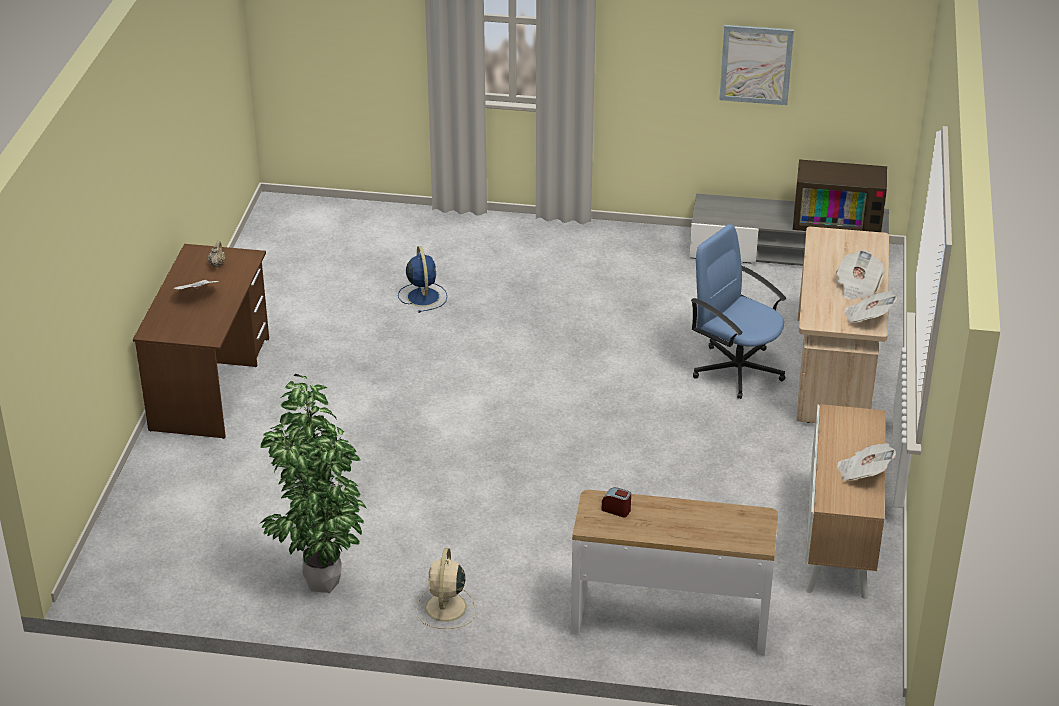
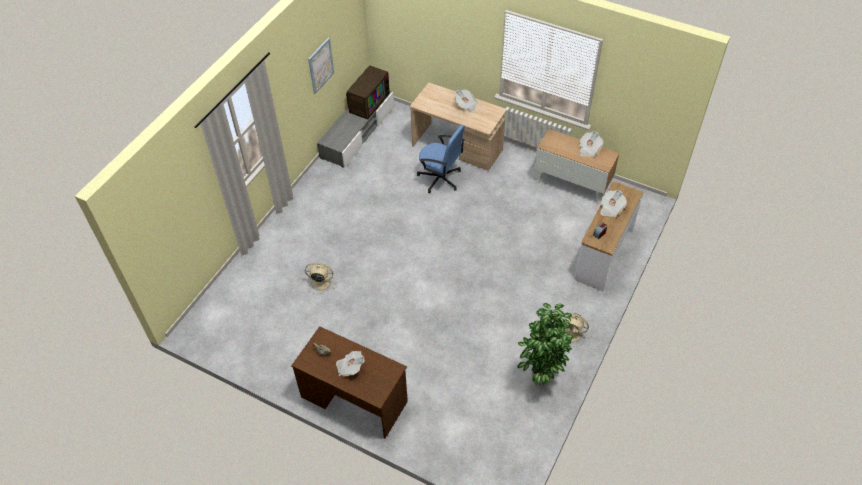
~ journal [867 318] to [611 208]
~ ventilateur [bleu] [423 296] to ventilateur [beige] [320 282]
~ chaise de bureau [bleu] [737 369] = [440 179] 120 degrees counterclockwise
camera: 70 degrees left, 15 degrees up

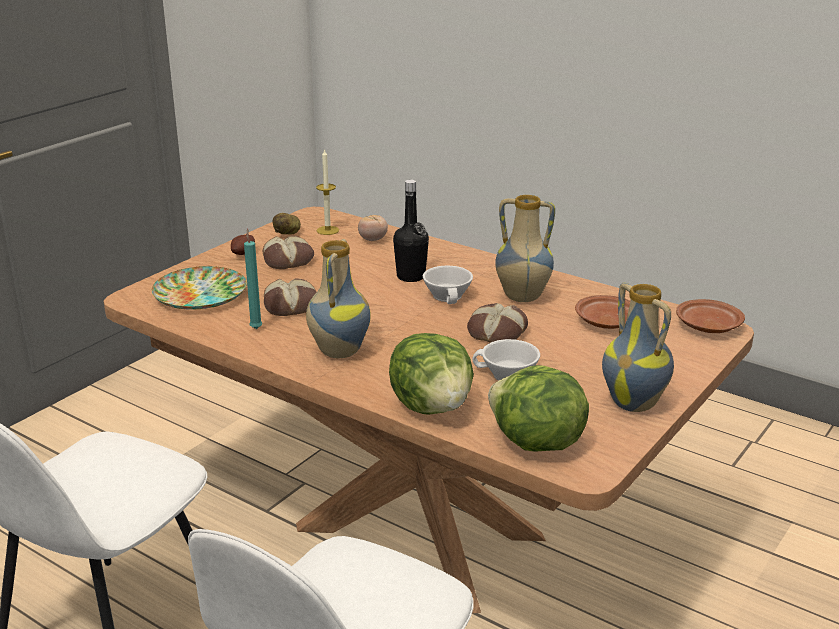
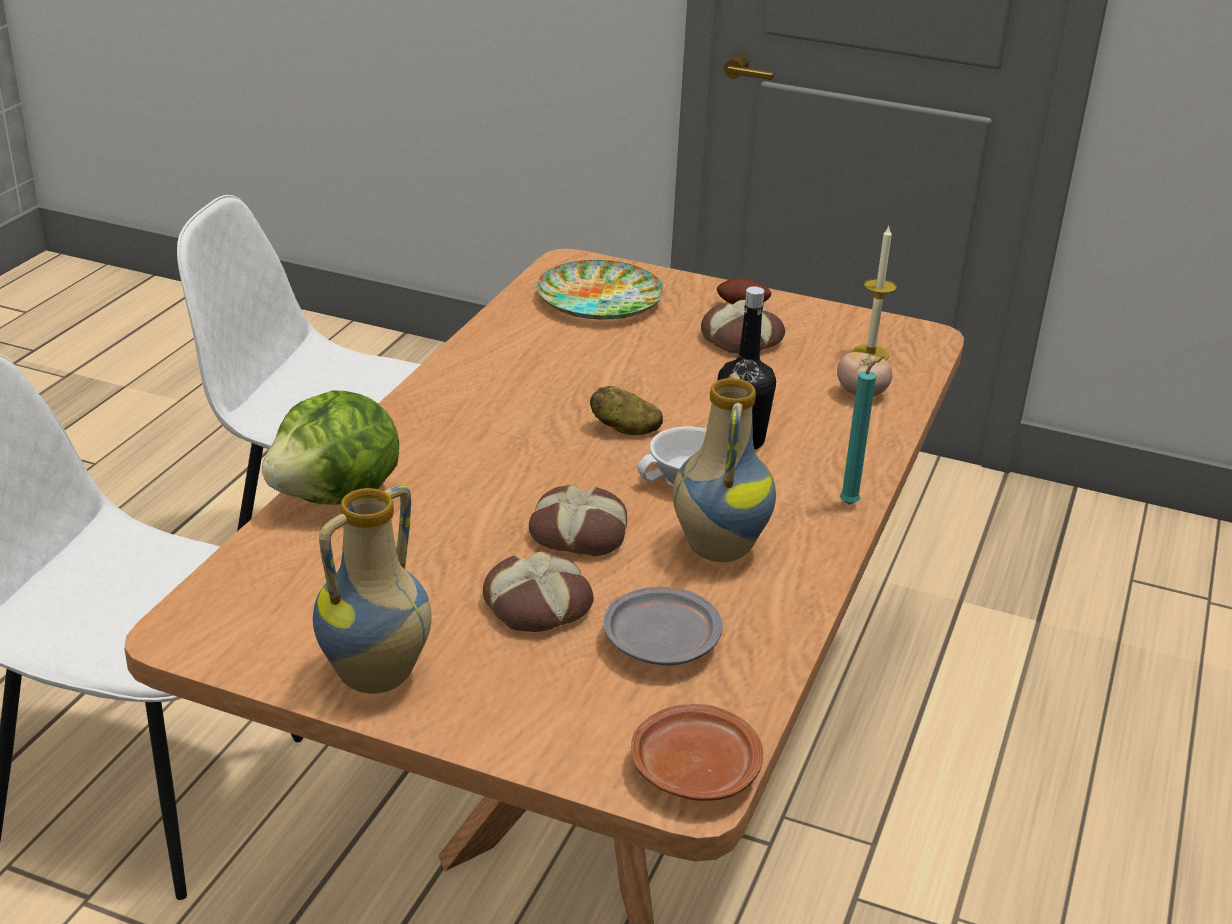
- vase [338 351]
- tasse [blanc] [507 375]
- laitue [535 443]
~ bougie [turquoise] [256 328] to [852 503]
~ pain [291 305] to [538 606]
~ pomme de terre [288 233] to [625 429]
~ assiette [marron] [606 322] to assiette [gris] [661 642]
camera: 75 degrees right, 5 degrees up

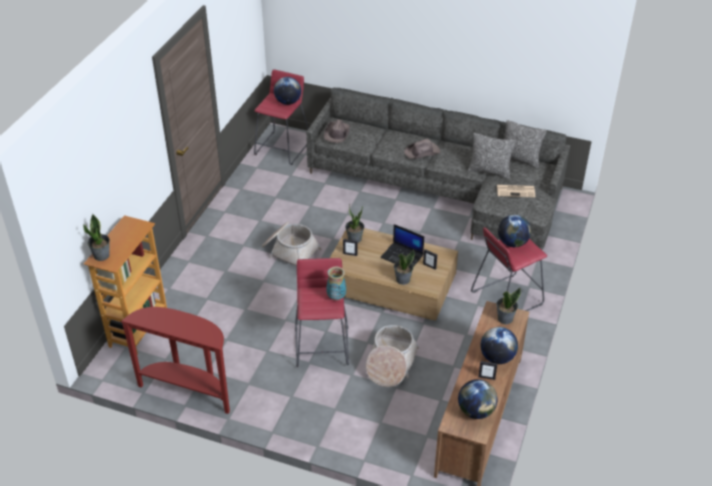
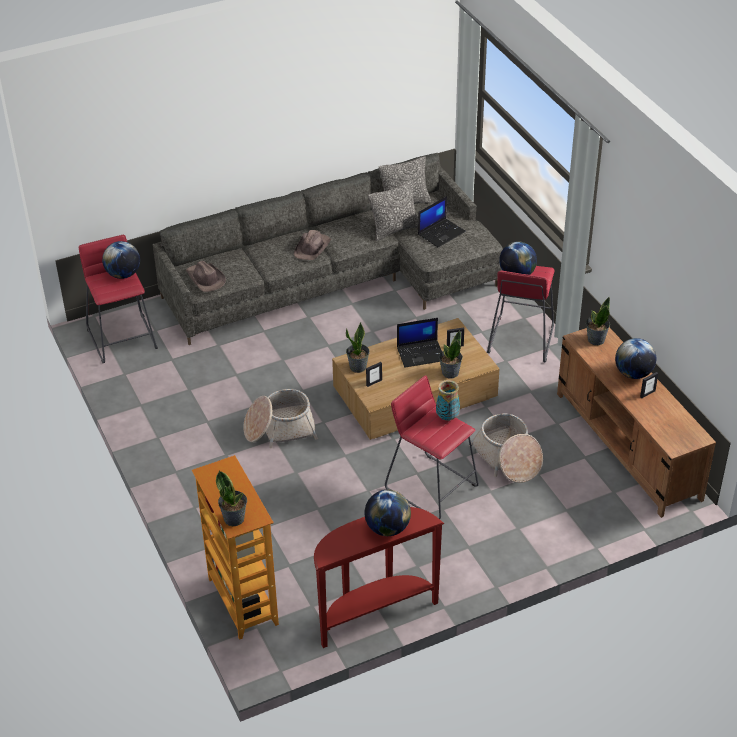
~ globe [476 411] to [387 528]
~ journal [516 191] to ordinateur portable [441 233]
camera: 45 degrees left, 0 degrees up

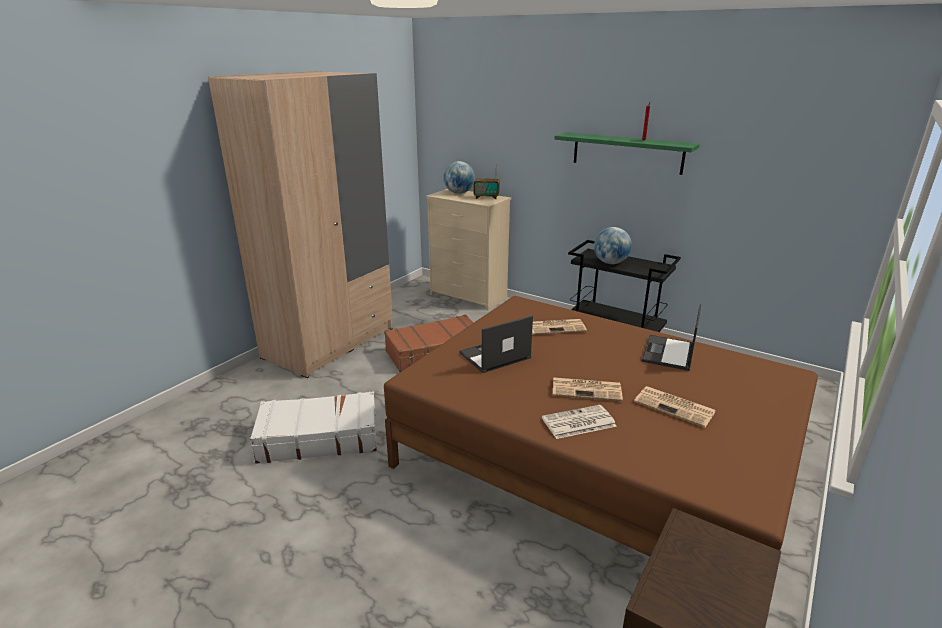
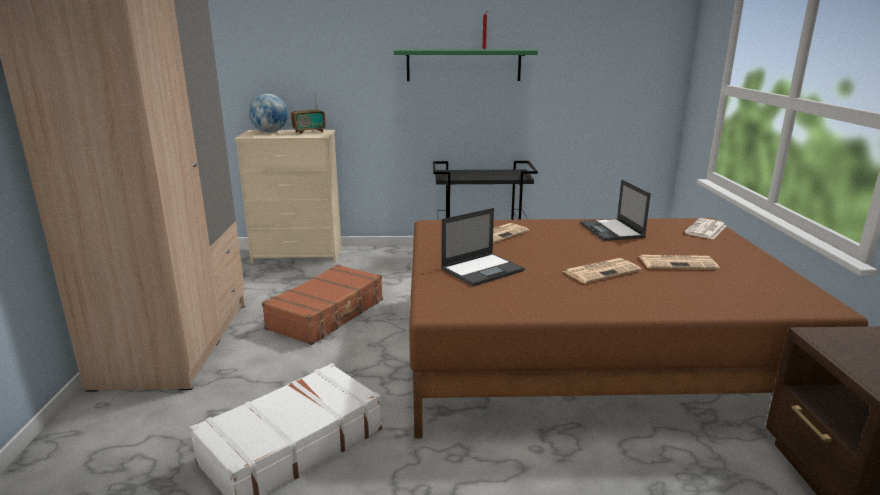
- globe [610 263]
~ journal [578 423] to [706 230]
~ ordinateur portable [494 356] = [483 269] 150 degrees counterclockwise
camera: 35 degrees left, 5 degrees down

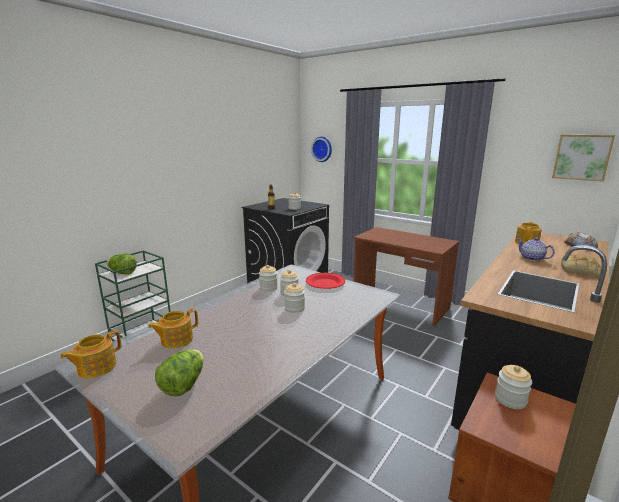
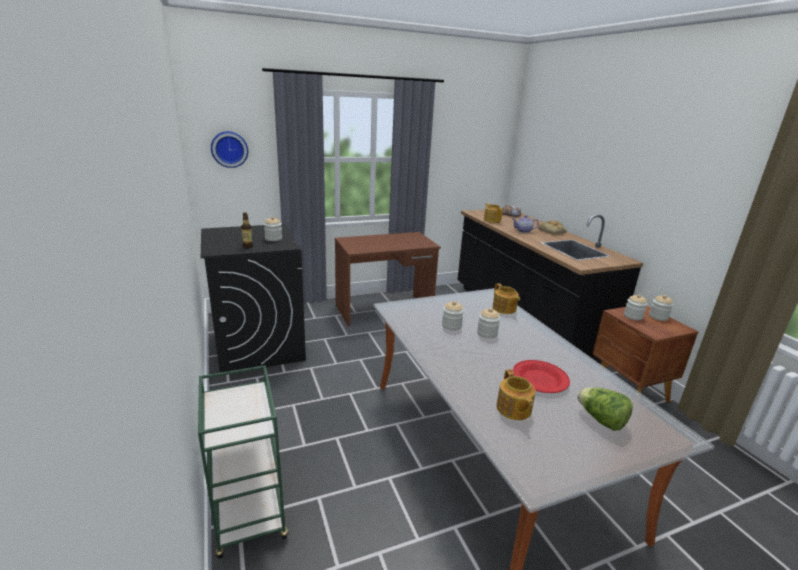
- laitue [122 273]
- tableau [582 157]
~ théière [96 367] to [504 309]
~ bocal [268 288] to [658 317]
~ assiette [rouge] [325 283] to [539 379]
camera: 60 degrees left, 5 degrees up

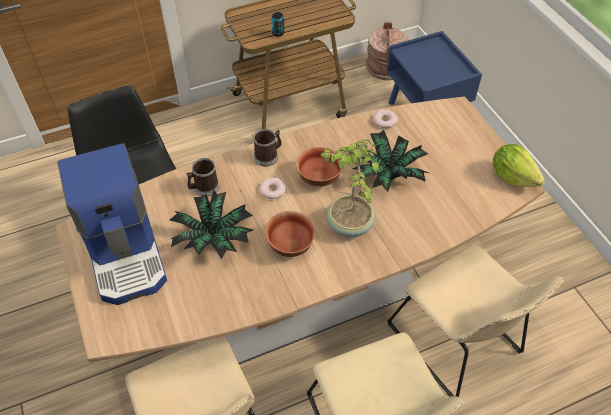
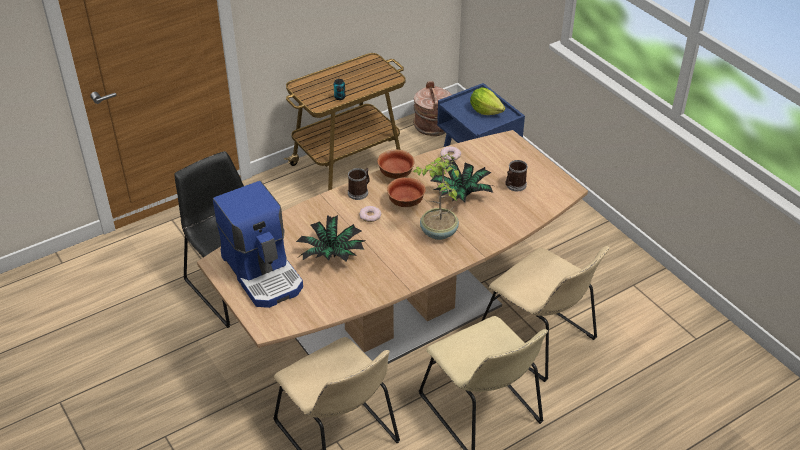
~ mug [204 188] to [514 185]
~ bol [291 245] to [396 174]
~ laitue [512 176] to [485 111]
camera: 10 degrees left, 10 degrees down

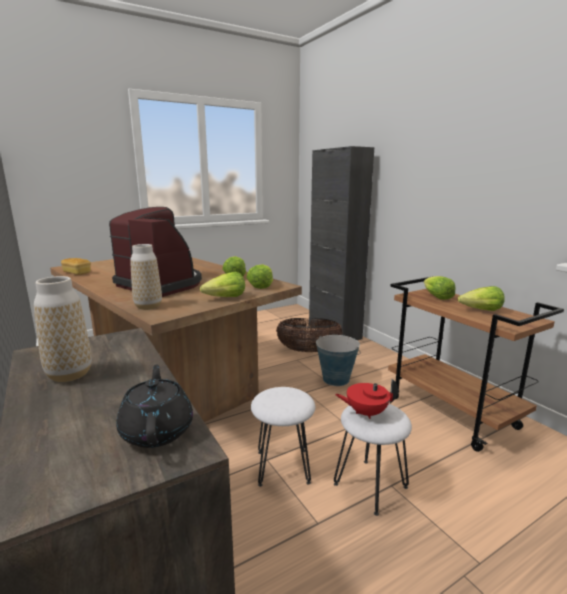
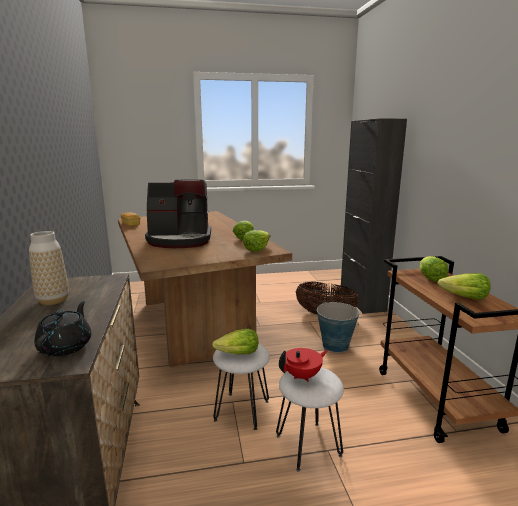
- vase [148 306]
~ laitue [226 298] to [238 354]
~ machine à café [161 284] = [180 240] 120 degrees clockwise
~ théière [rouge] [366 413] = [303 376] 135 degrees clockwise
camera: 20 degrees right, 0 degrees up

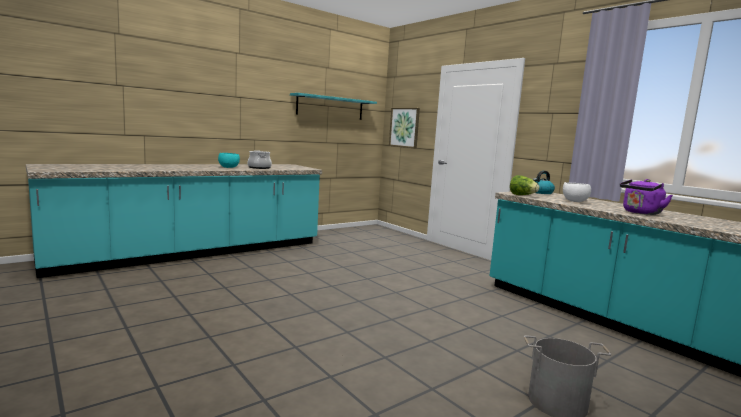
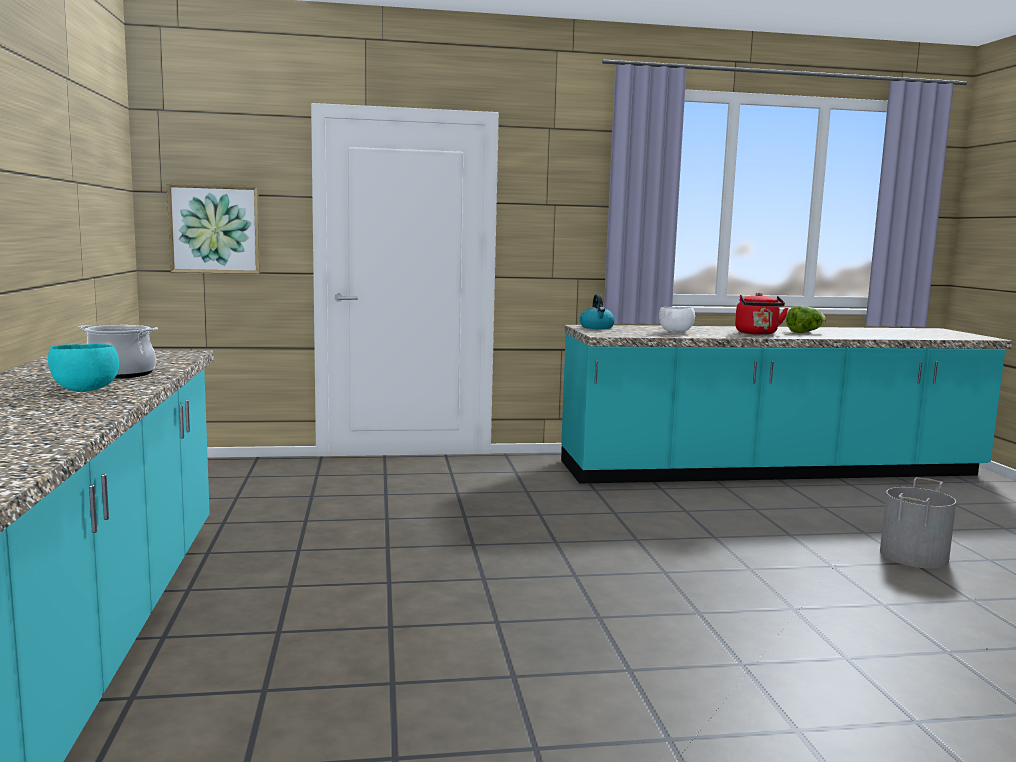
- étagère [turquoise] [330 107]
~ laitue [522 195] to [804 332]
~ bouilloire [violet] [640 213] to bouilloire [rouge] [757 333]
camera: 60 degrees left, 0 degrees up

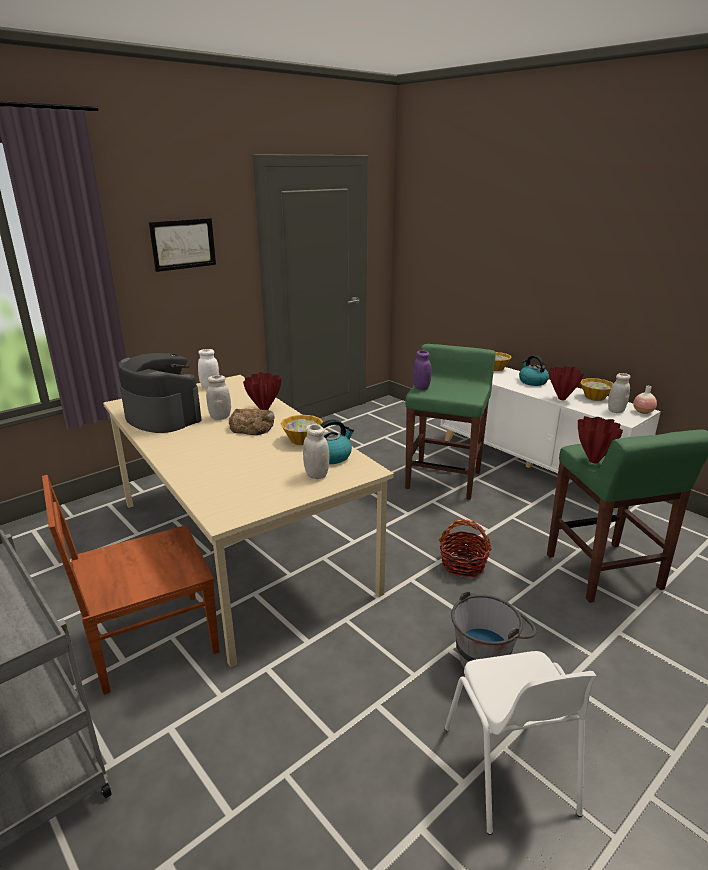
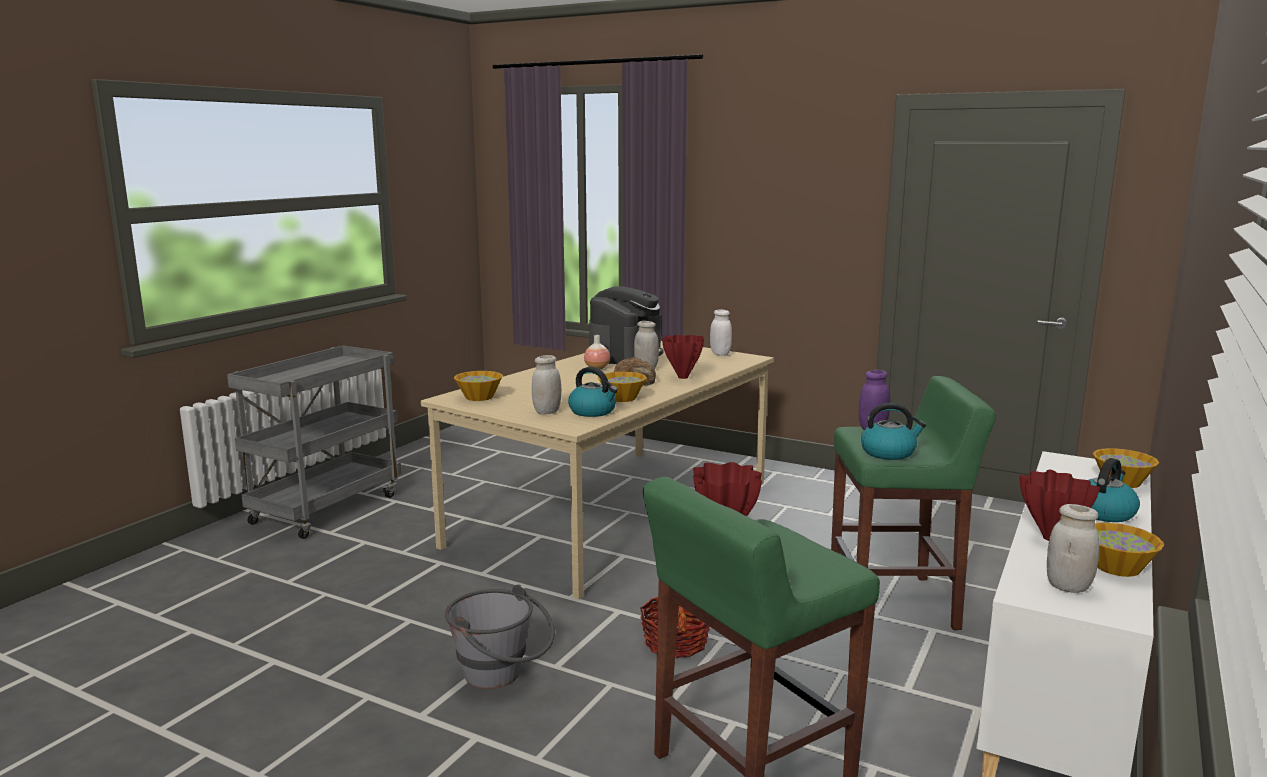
- chaise [marron] [149 641]
- tableau [183 244]
- chaise [blanc] [509 771]
+ bol [479 397]
+ bouilloire [889 452]
~ vase [643 412] to [597 368]
camera: 70 degrees right, 10 degrees down

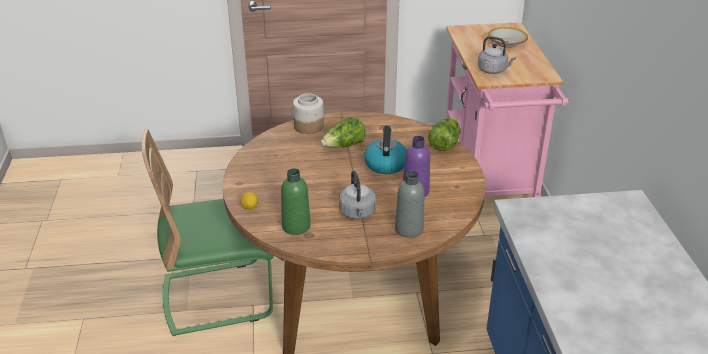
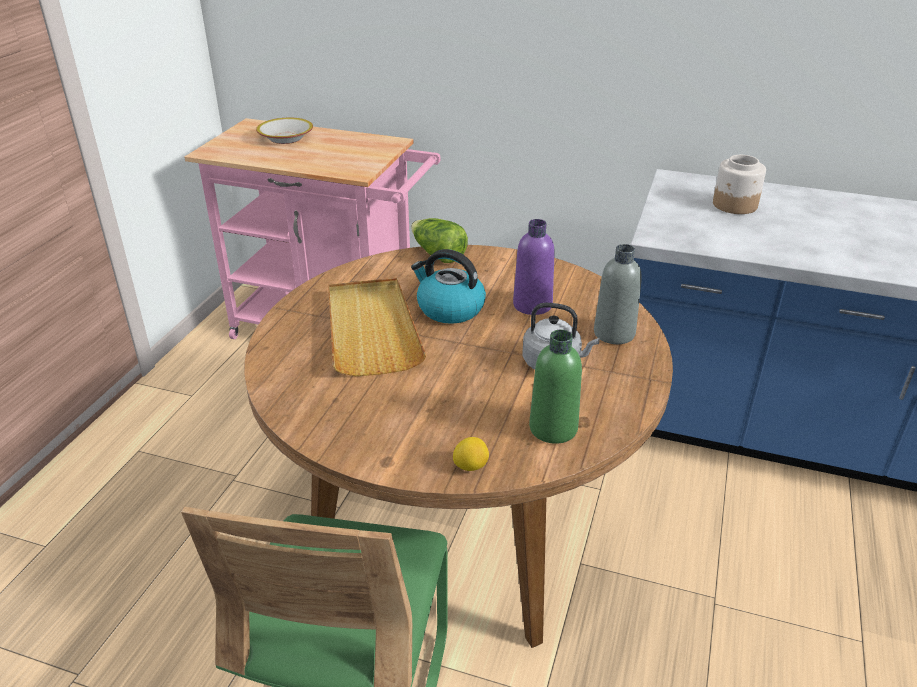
- bouilloire [gris] [493 70]
~ bocal [308 126] to [735 205]
~ laitue [344 146] to plateau [beige] [371 329]
camera: 65 degrees left, 0 degrees up

